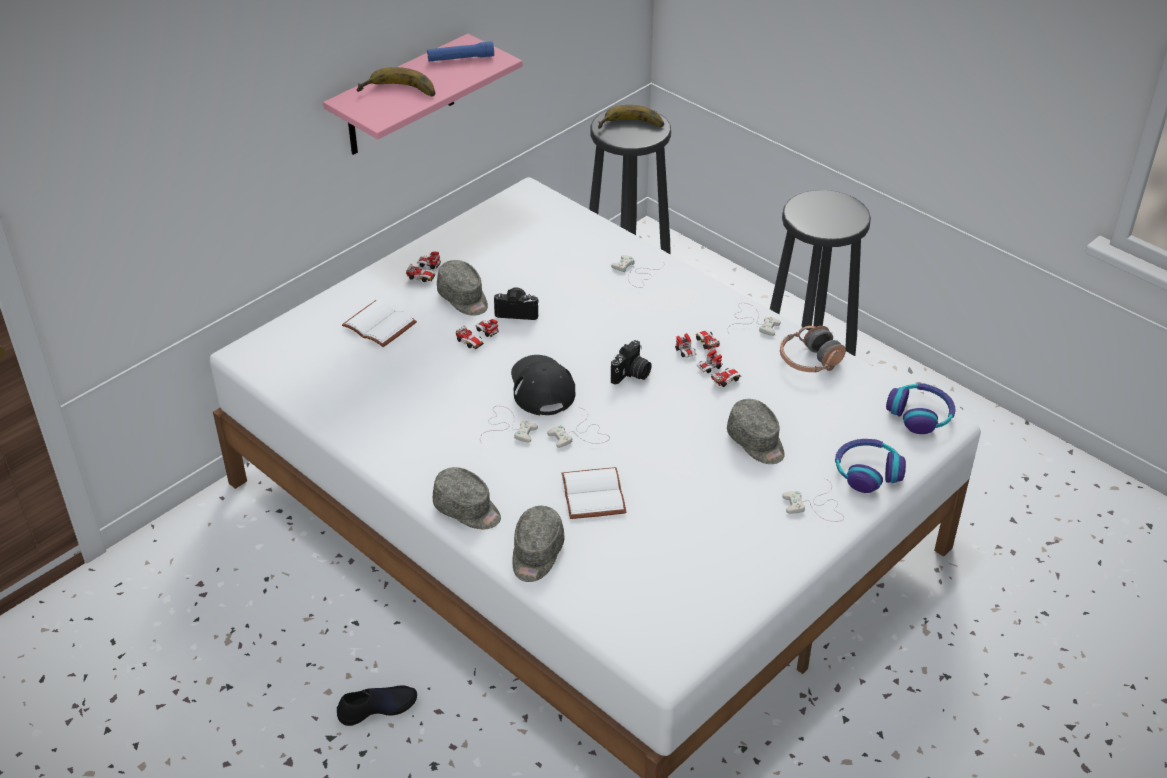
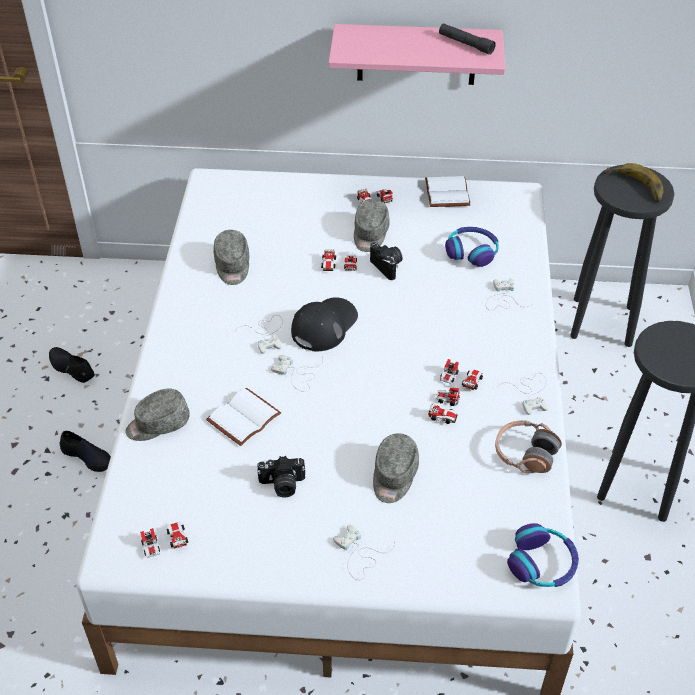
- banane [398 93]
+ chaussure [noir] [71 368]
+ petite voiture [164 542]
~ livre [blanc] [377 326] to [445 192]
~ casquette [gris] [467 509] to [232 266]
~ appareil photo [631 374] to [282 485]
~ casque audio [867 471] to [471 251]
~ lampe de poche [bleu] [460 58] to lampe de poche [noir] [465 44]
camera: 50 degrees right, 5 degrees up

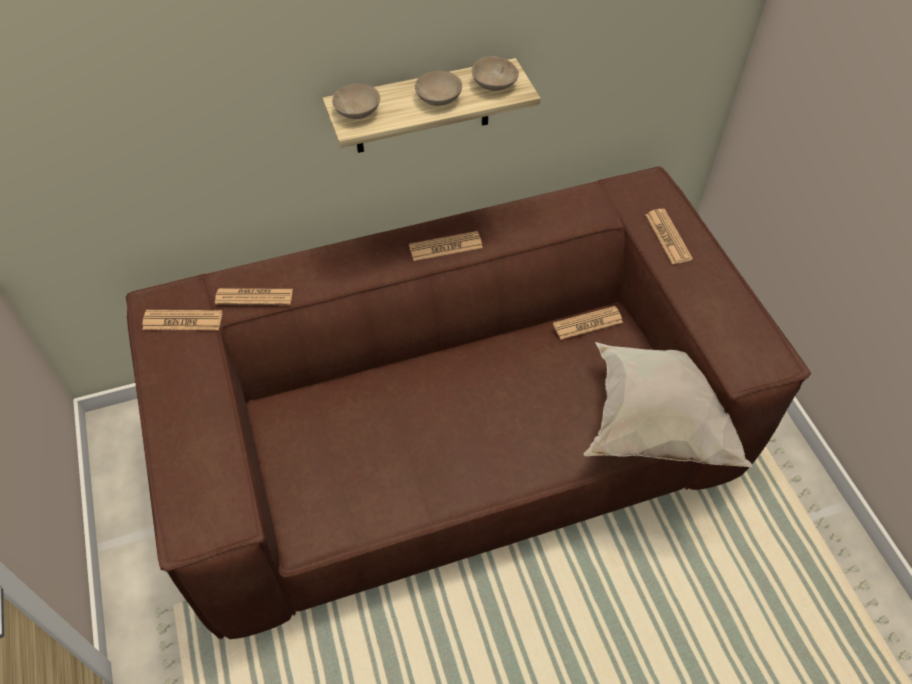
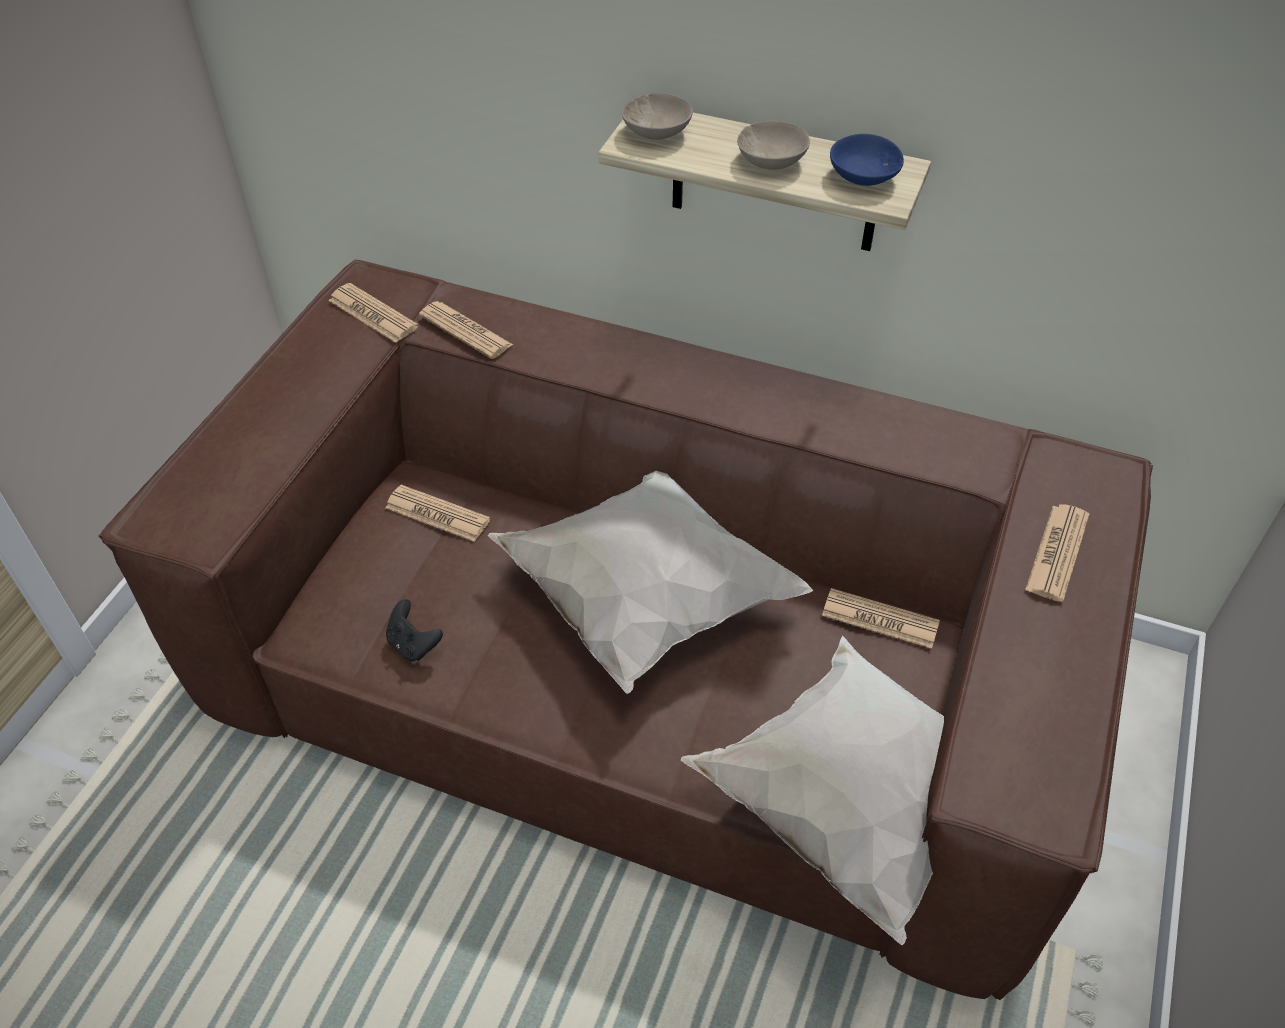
+ manette [noir] [414 644]
+ coussin [blanc] [642 600]
~ journal [445 247] to [437 514]
~ bol [beige] [492 83] to bol [bleu] [861 175]
camera: 40 degrees right, 5 degrees down

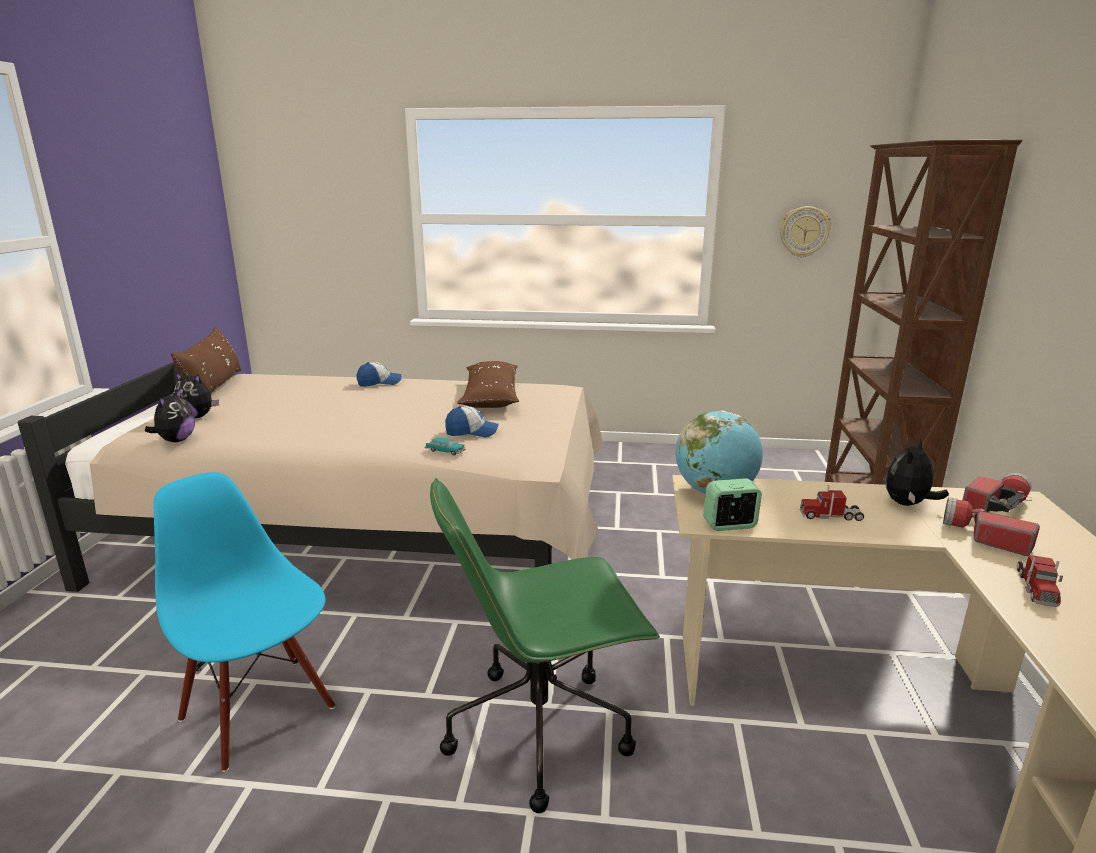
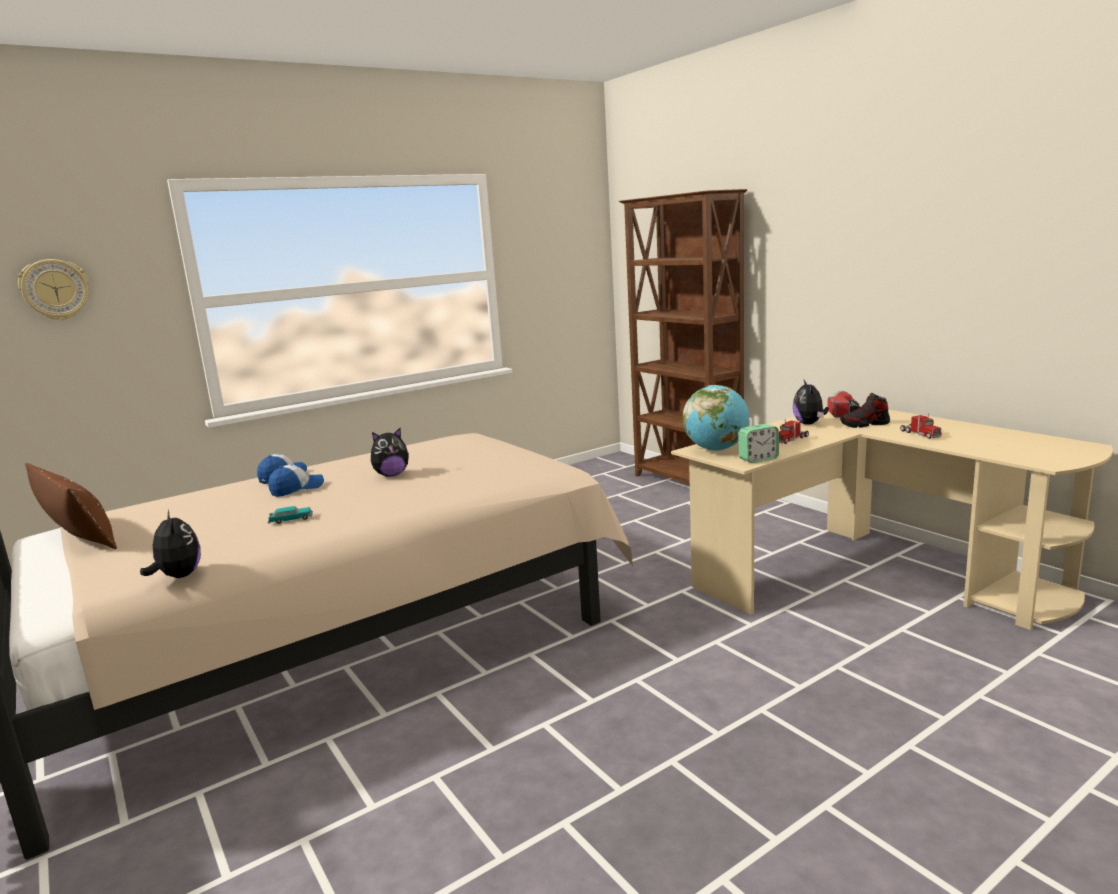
- chaise [bleu] [259 711]
- chaise de bureau [vert] [542 729]
- coussin [marron] [490 396]
~ peluche [198 416] to [391 475]
~ petite voiture [445 451] to [291 519]
~ casquette [472 432] to [297 489]
~ horloge murale [804 231] to [55 289]
~ lampe de poche [984 536] to chaussure [864 424]
~ réveil [730 525] = [758 459] 150 degrees counterclockwise
camera: 40 degrees left, 5 degrees down

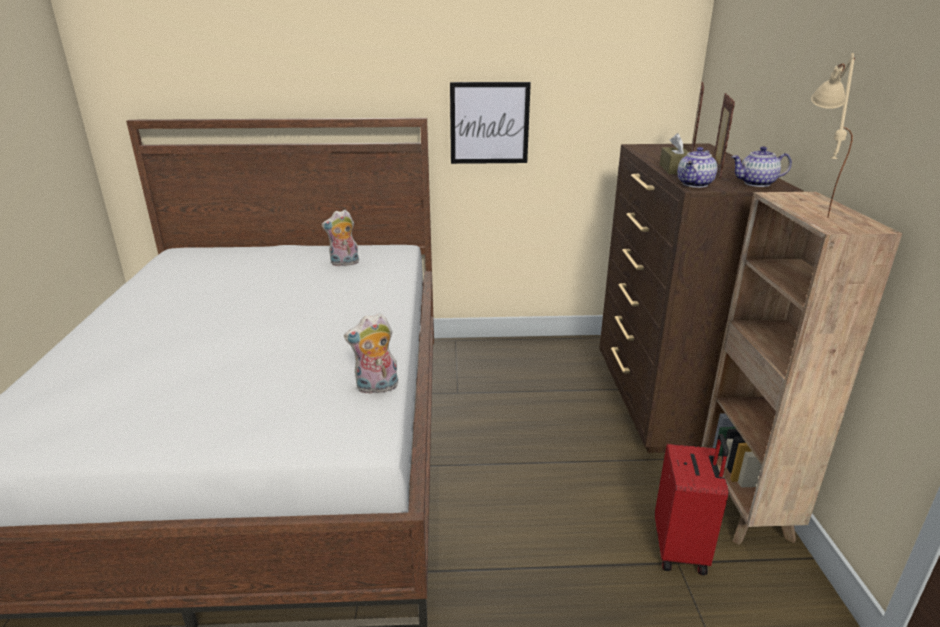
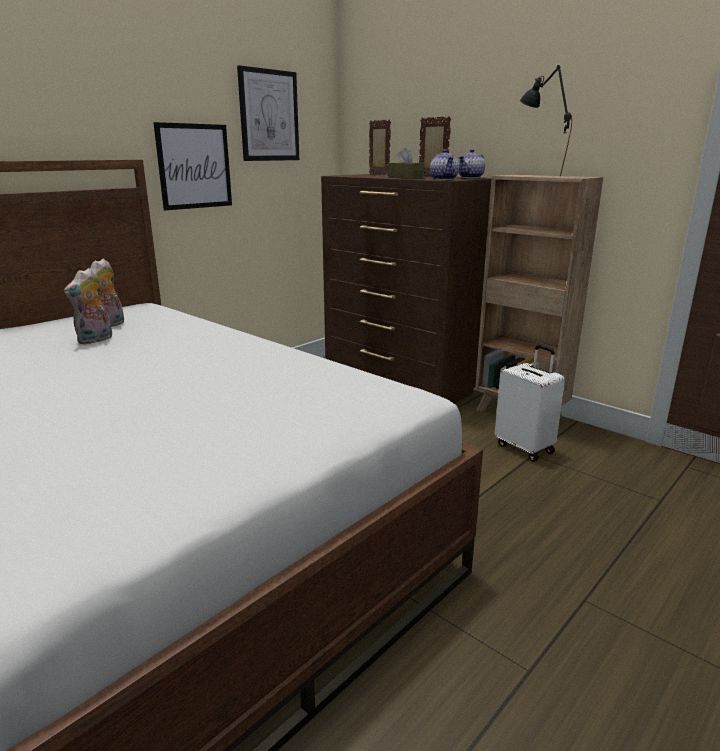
+ tableau [269 116]
~ peluche [376 388] to [95 340]
~ valise [rouge] [681 549] to valise [blanc] [525 448]
~ lampe de table [beige] [808 207] to lampe de table [noir] [538 176]
camera: 45 degrees left, 5 degrees down

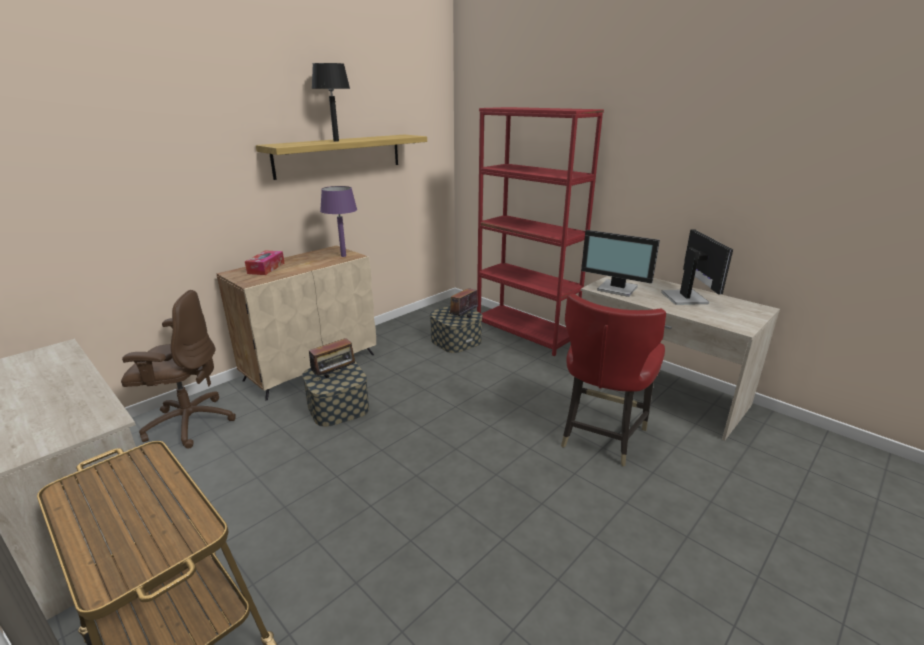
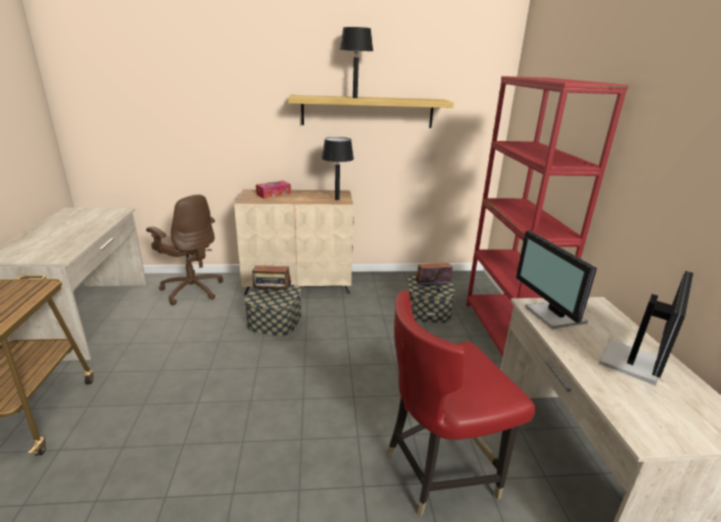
~ lampe de table [violet] [343 256] to lampe de table [noir] [337 199]
camera: 40 degrees right, 0 degrees up

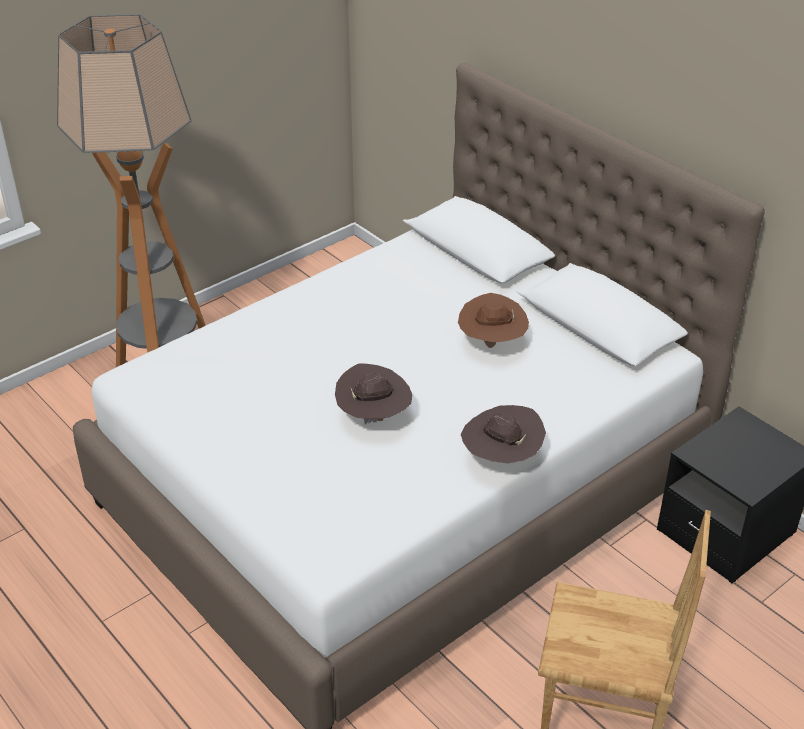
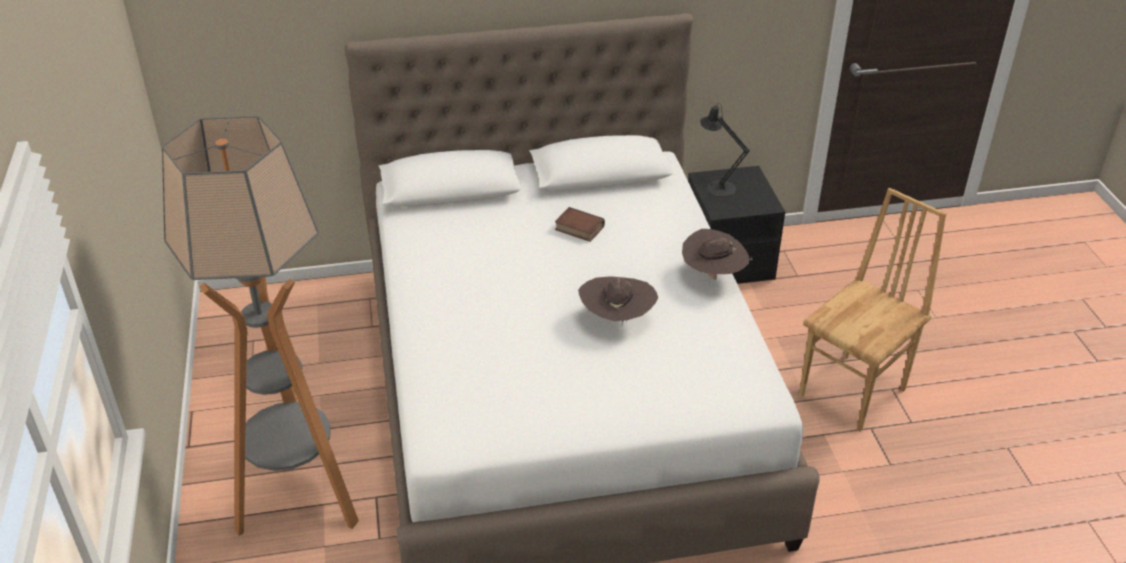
+ lampe de table [noir] [717 187]
~ chapeau [marron] [491 344] to livre [578 228]
camera: 60 degrees left, 0 degrees up

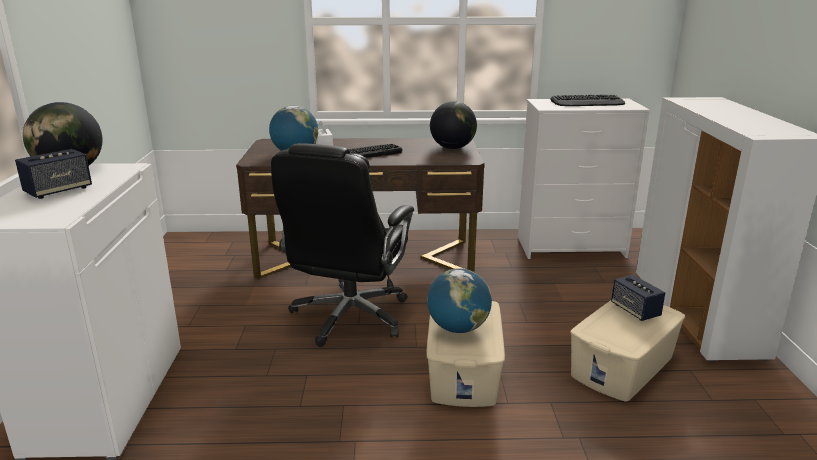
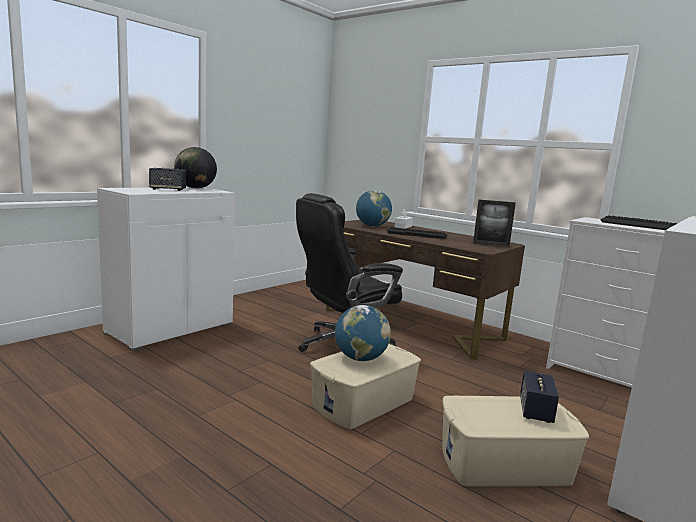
~ globe [452 148] to cadre photo [491 244]
camera: 40 degrees right, 10 degrees down

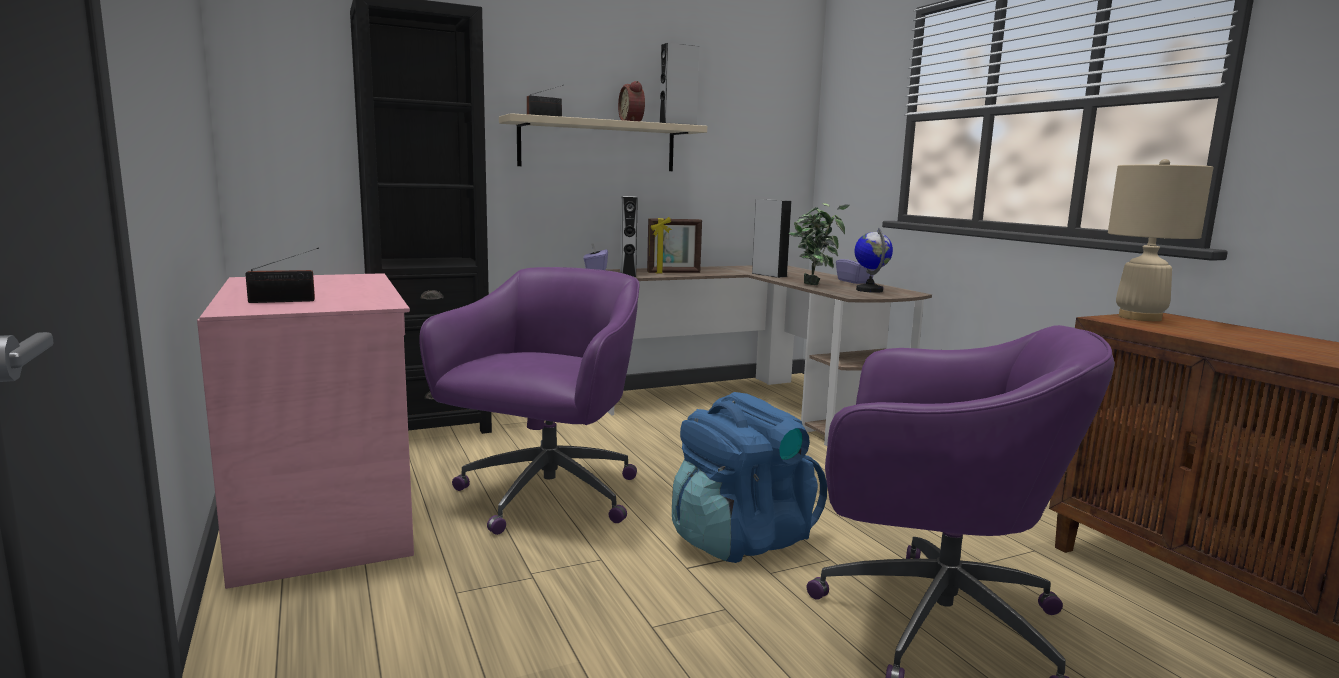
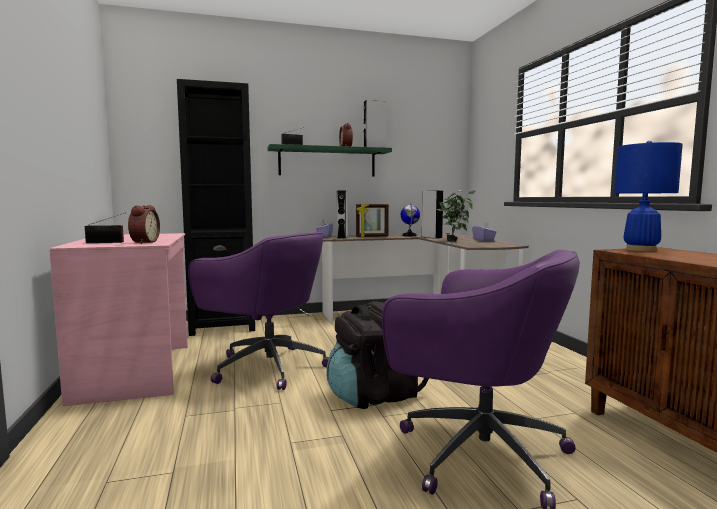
+ réveil [143 242]
~ globe [869 290] to [409 235]
~ étagère [beige] [598 145] to étagère [vert] [327 162]
~ sac à dos [bleu] [740 539] to sac à dos [noir] [374 395]
~ lampe de table [beige] [1140 317] to lampe de table [bleu] [641 250]
~ chaise de bureau [violet] [545 497] = [266 366] 90 degrees clockwise
camera: 10 degrees right, 5 degrees down

